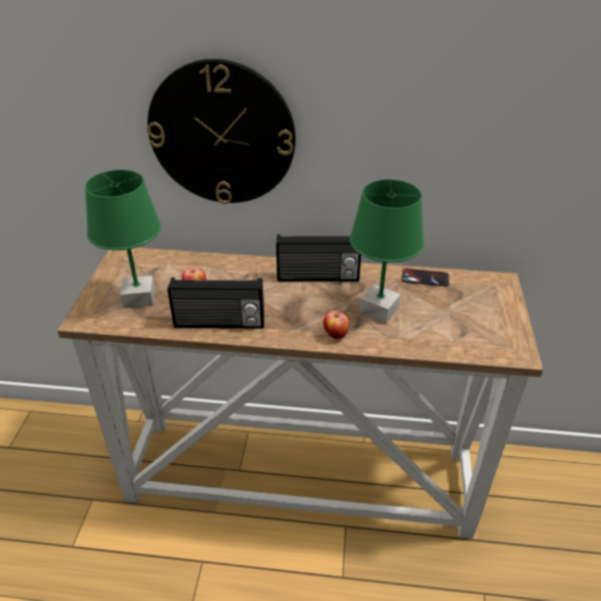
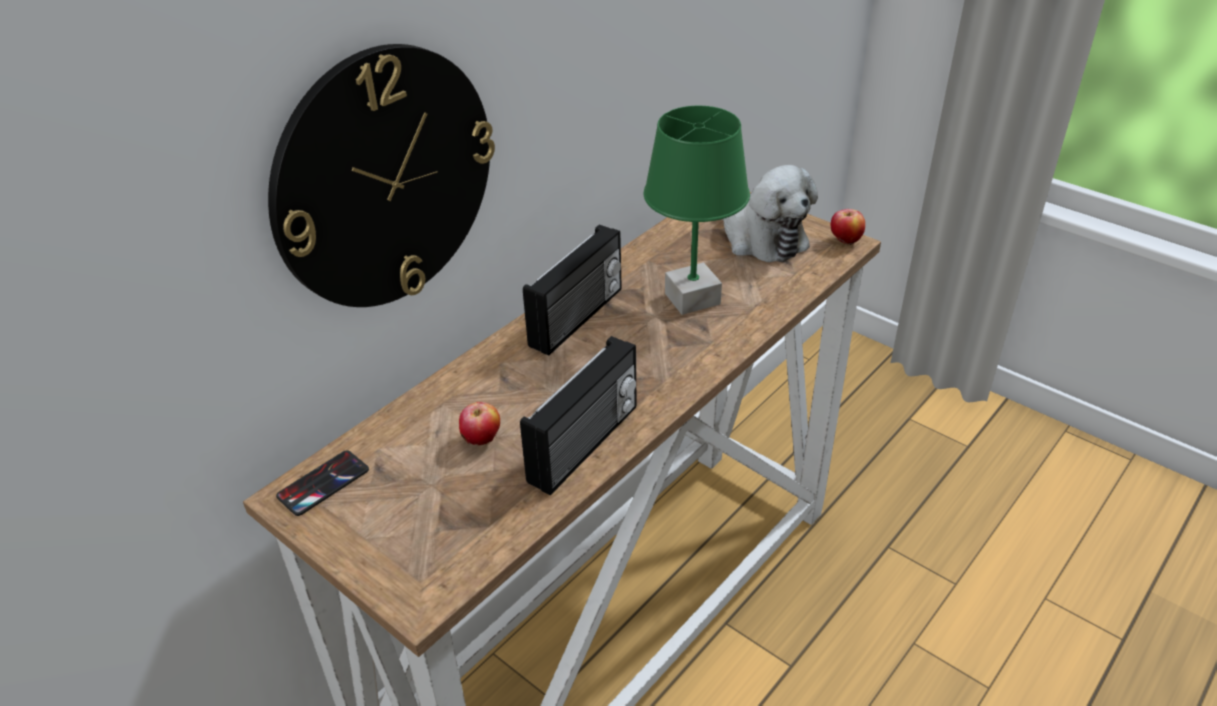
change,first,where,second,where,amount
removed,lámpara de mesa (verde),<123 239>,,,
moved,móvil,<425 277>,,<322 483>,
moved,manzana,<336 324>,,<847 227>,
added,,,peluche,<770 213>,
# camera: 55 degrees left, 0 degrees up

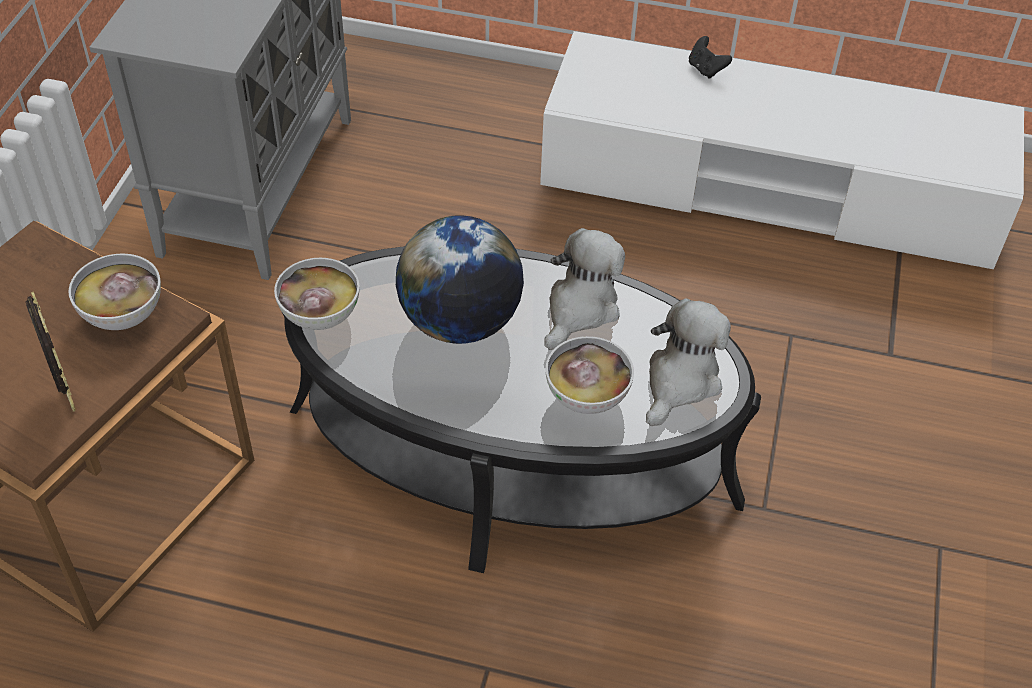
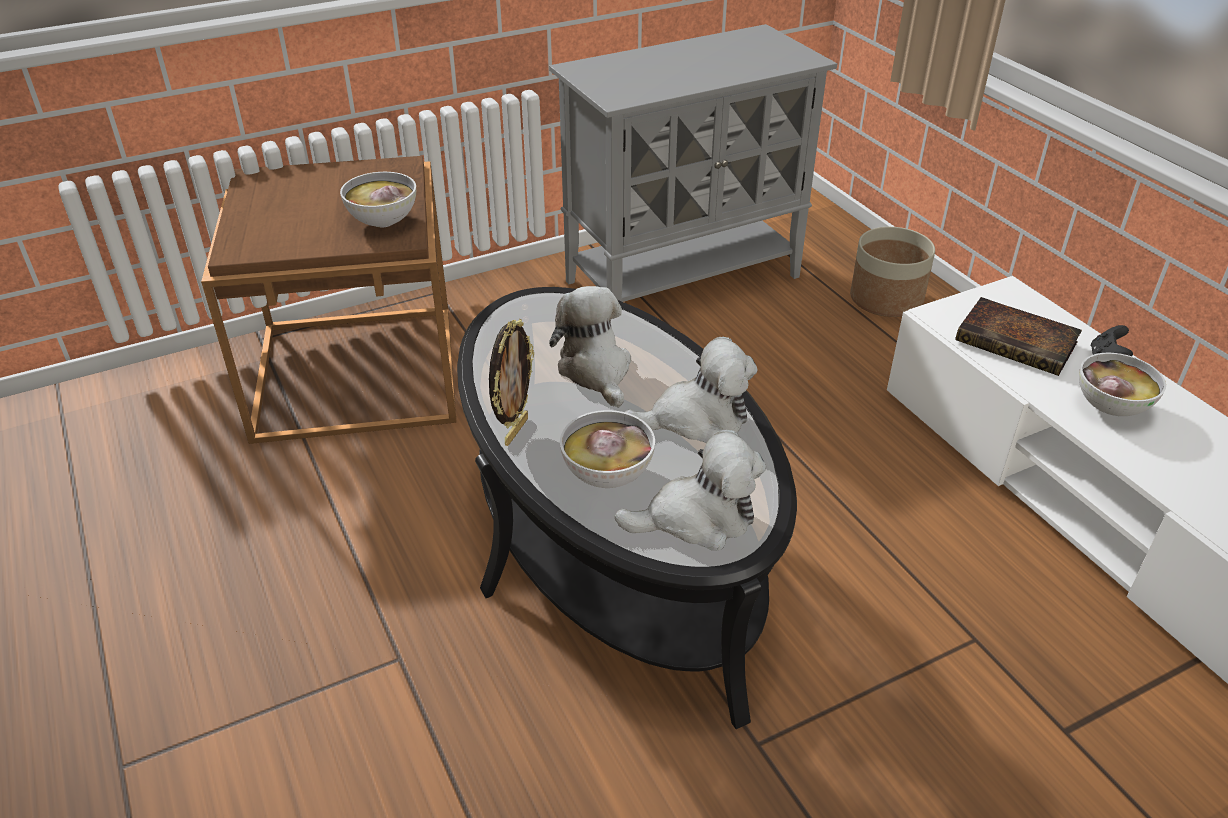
change,first,where,second,where,amount
replaced,globo terráqueo,<460 280>,peluche,<590 347>,
moved,cuenco,<316 294>,,<1122 384>,
moved,portarretratos,<50 351>,,<511 382>,
added,,,maceta,<892 272>,
added,,,libro,<1018 336>,
# camera: 50 degrees right, 10 degrees down

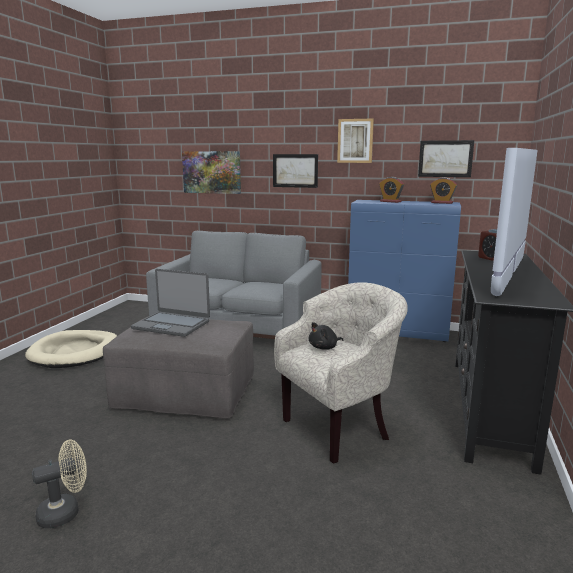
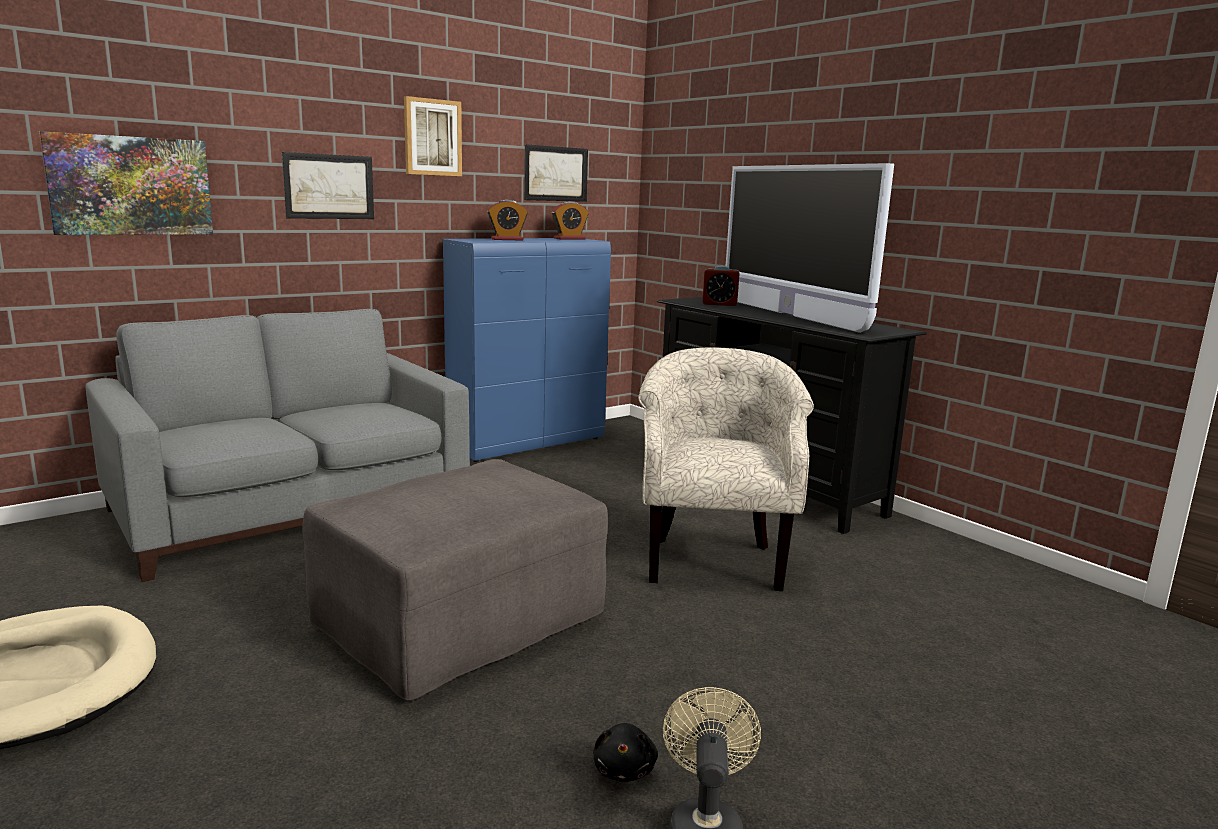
change,first,where,second,where,amount
removed,portátil,<170 303>,,,
moved,peluche (negro),<326 336>,,<625 752>,
# camera: 55 degrees left, 0 degrees up

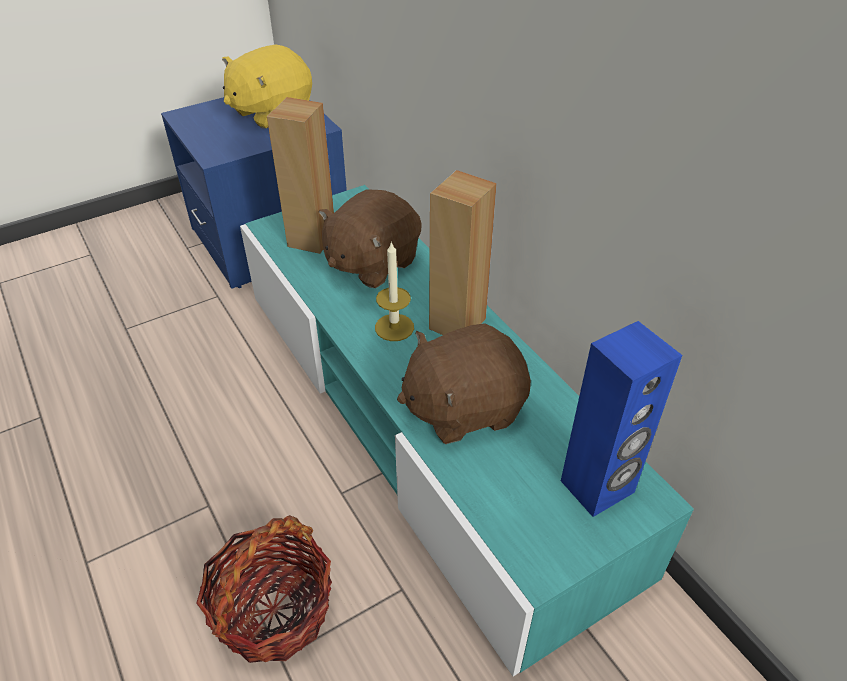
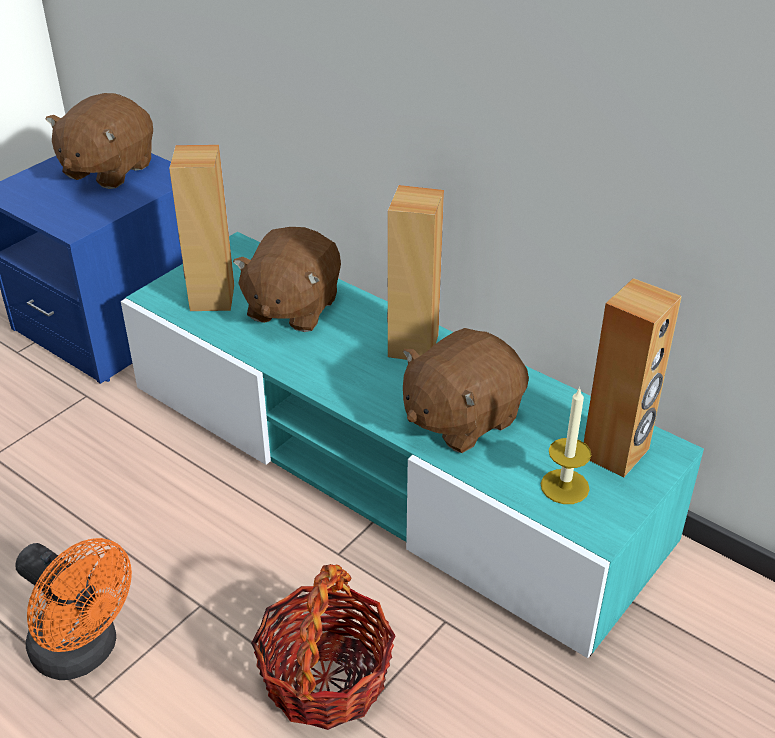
change,first,where,second,where,amount
recoloured,peluche (amarillo),<267 86>,peluche (marrón),<99 141>,
moved,vela,<394 291>,,<566 445>,
recoloured,altavoz (azul),<621 419>,altavoz (marrón),<633 378>,
added,,,ventilador (naranja),<73 609>,
# camera: 20 degrees left, 5 degrees down

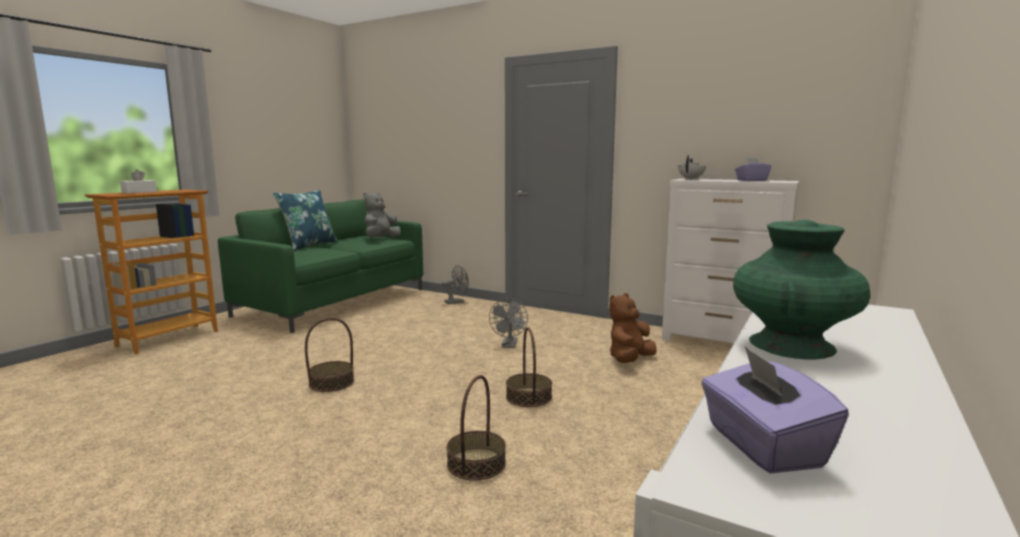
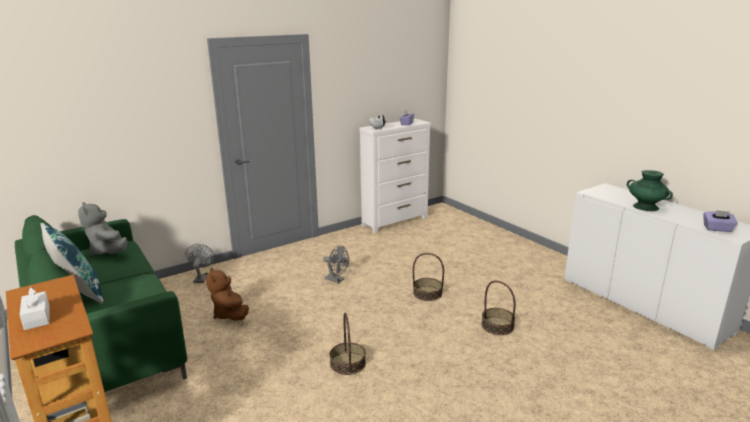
change,first,where,second,where,amount
moved,peluche (marrón),<633 328>,,<227 294>,
# camera: 65 degrees left, 10 degrees up

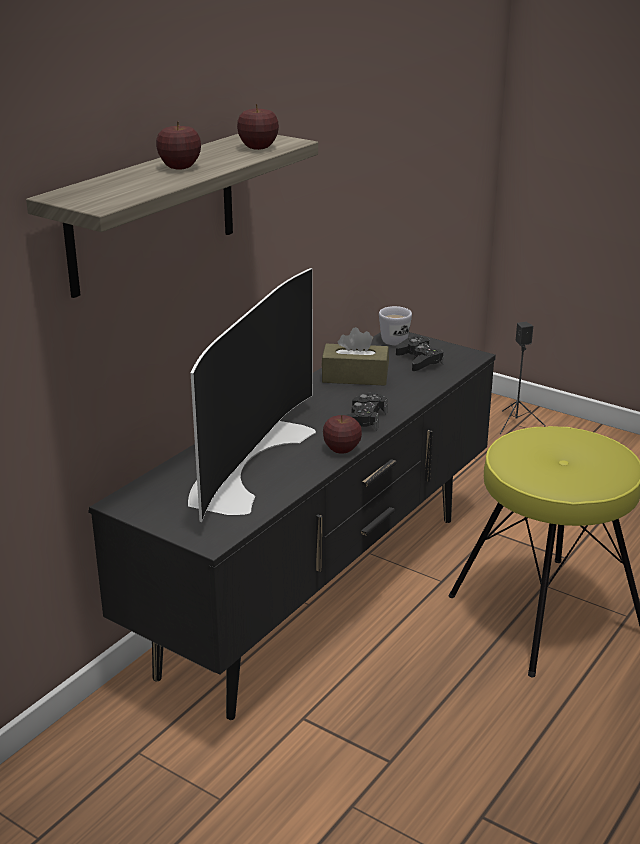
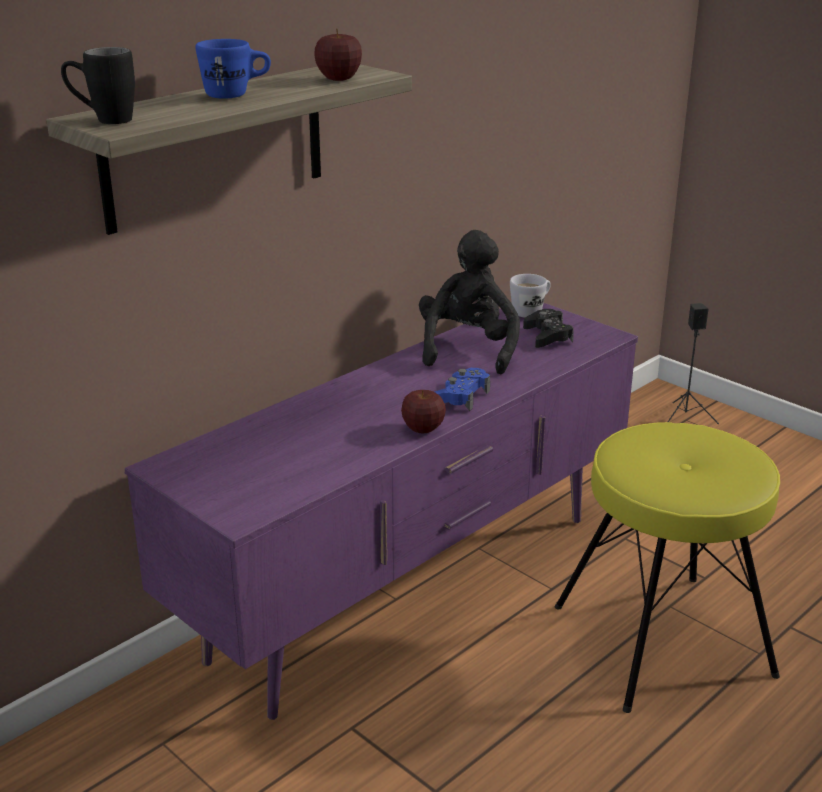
change,first,where,second,where,amount
replaced,manzana,<178 145>,taza grande (azul),<233 69>,
removed,televisor,<252 395>,,,
replaced,caja de pañuelos (marrón),<355 356>,peluche (negro),<469 302>,
recoloured,mueble de televisión (negro),<292 526>,mueble de televisión (morado),<381 511>,
recoloured,mando de consola (negro),<367 412>,mando de consola (azul),<462 389>,
added,,,taza grande (negro),<98 85>,
# camera: 10 degrees right, 0 degrees up

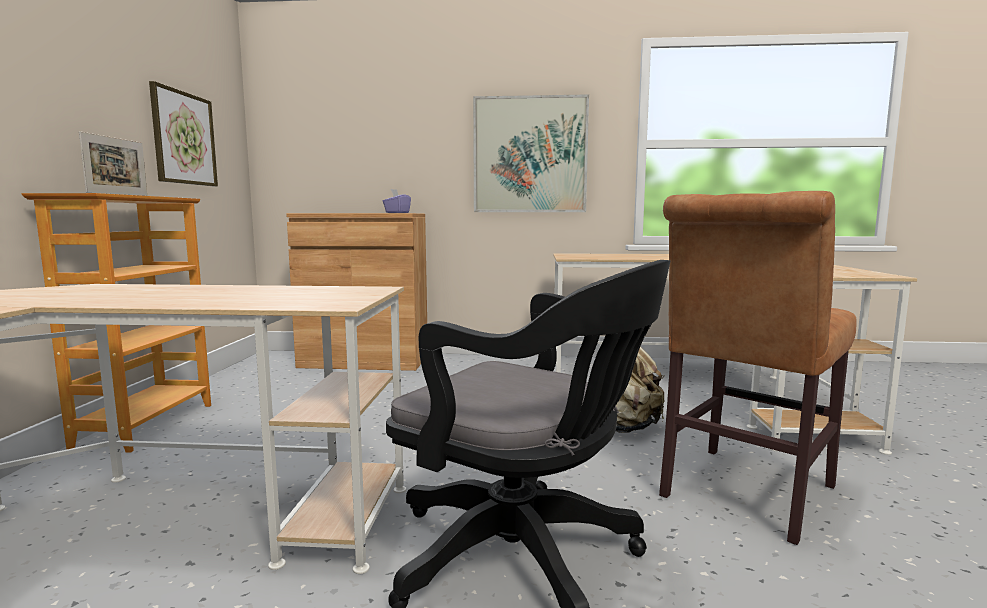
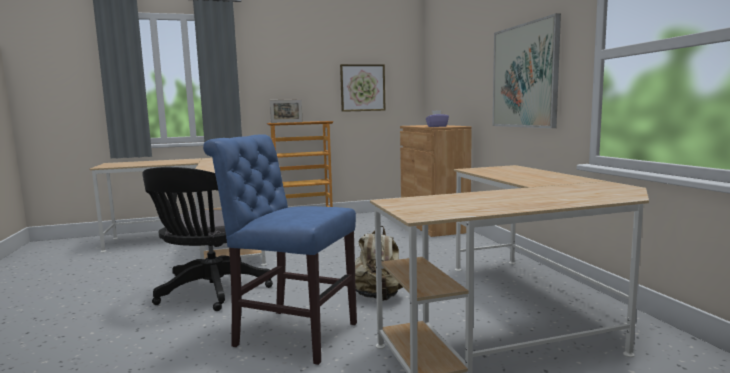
change,first,where,second,where,amount
recoloured,silla (marrón),<757 368>,silla (azul),<280 249>,
# camera: 70 degrees right, 0 degrees up

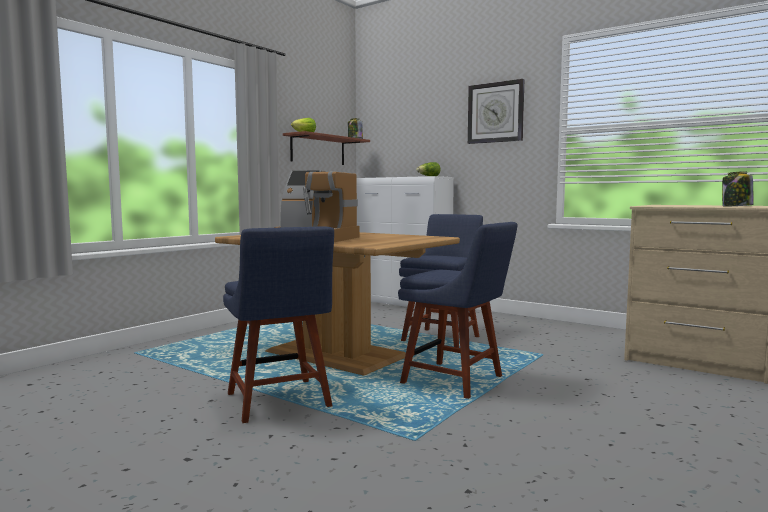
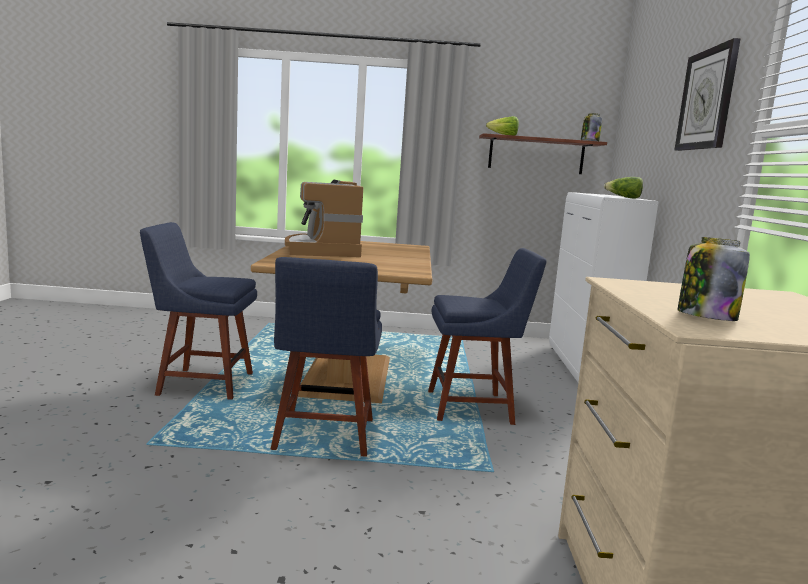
change,first,where,second,where,amount
turned,silla (azul),<278 325>,,<198 311>,60 degrees clockwise
# camera: 55 degrees right, 5 degrees up

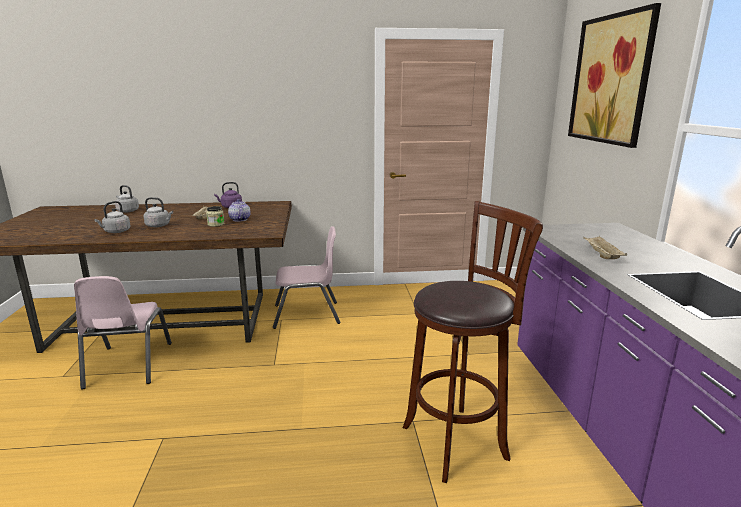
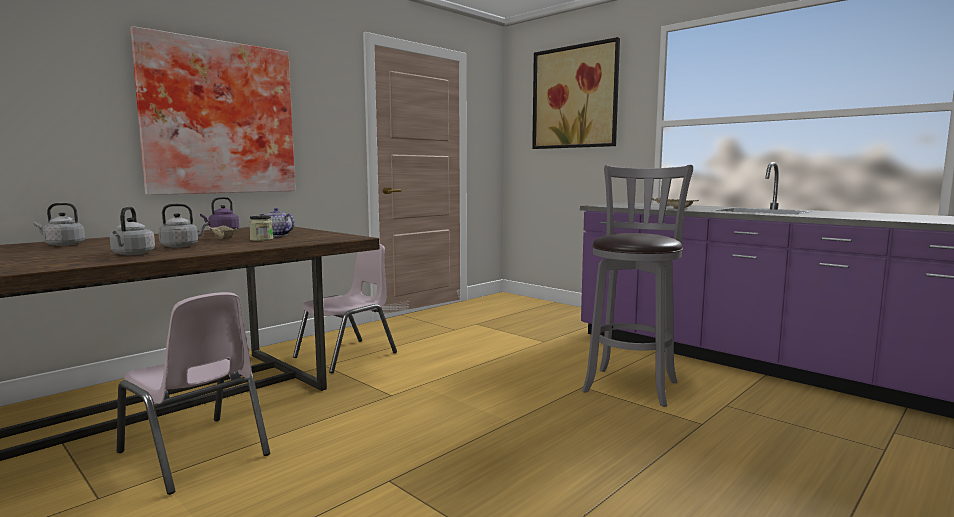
change,first,where,second,where,amount
recoloured,taburete (marrón),<472 342>,taburete (gris),<637 286>,
added,,,cuadro,<212 110>,
# camera: 40 degrees left, 10 degrees down

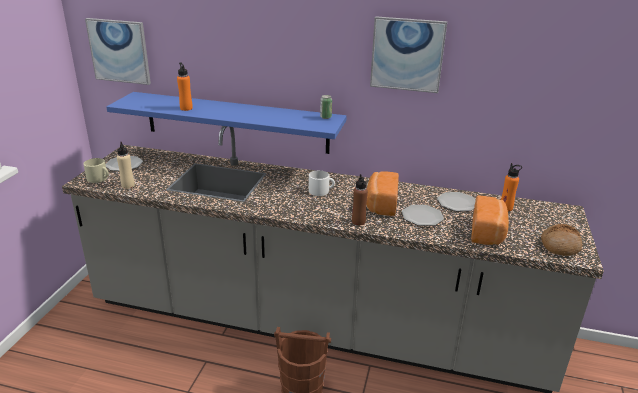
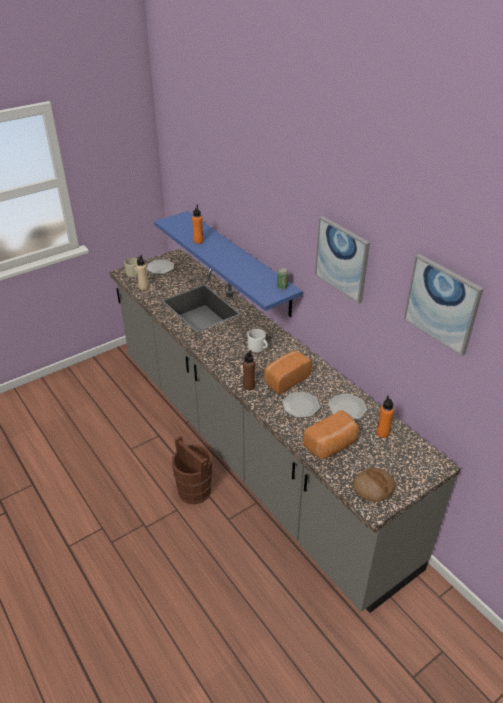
change,first,where,second,where,amount
moved,cuadro,<118 51>,,<444 305>,
# camera: 40 degrees right, 10 degrees up

